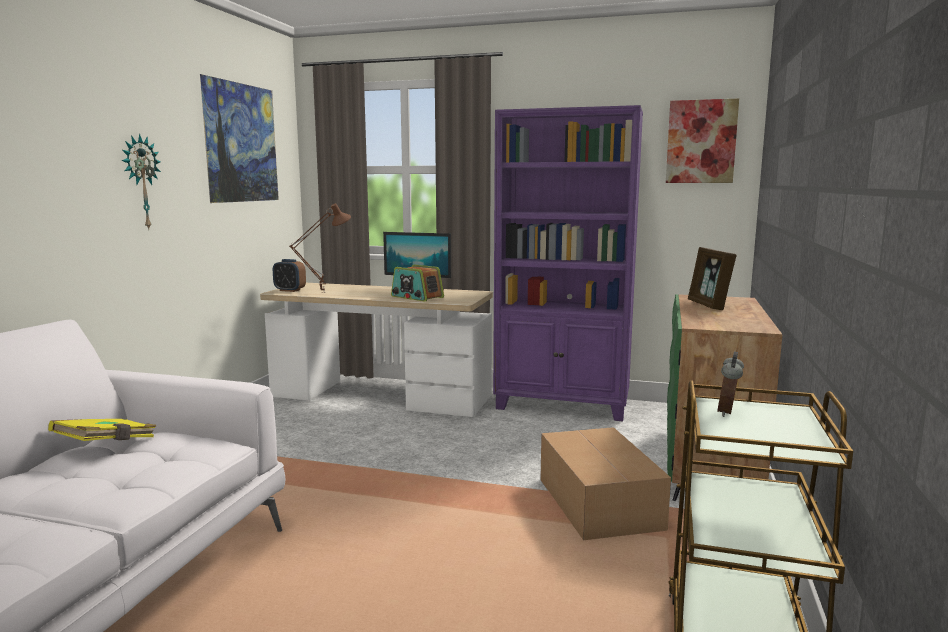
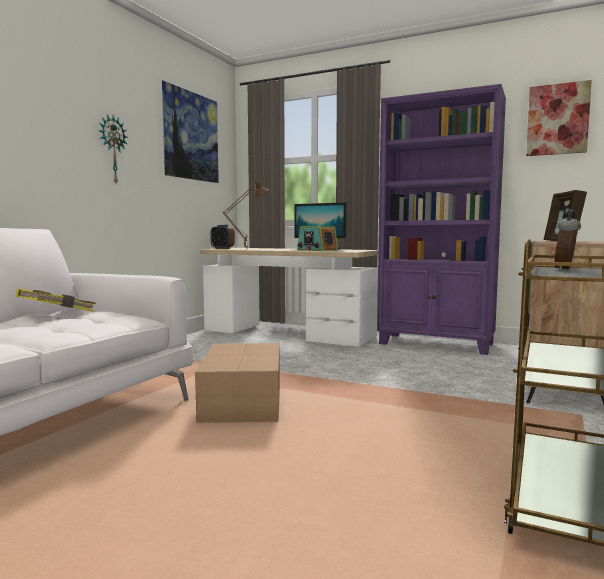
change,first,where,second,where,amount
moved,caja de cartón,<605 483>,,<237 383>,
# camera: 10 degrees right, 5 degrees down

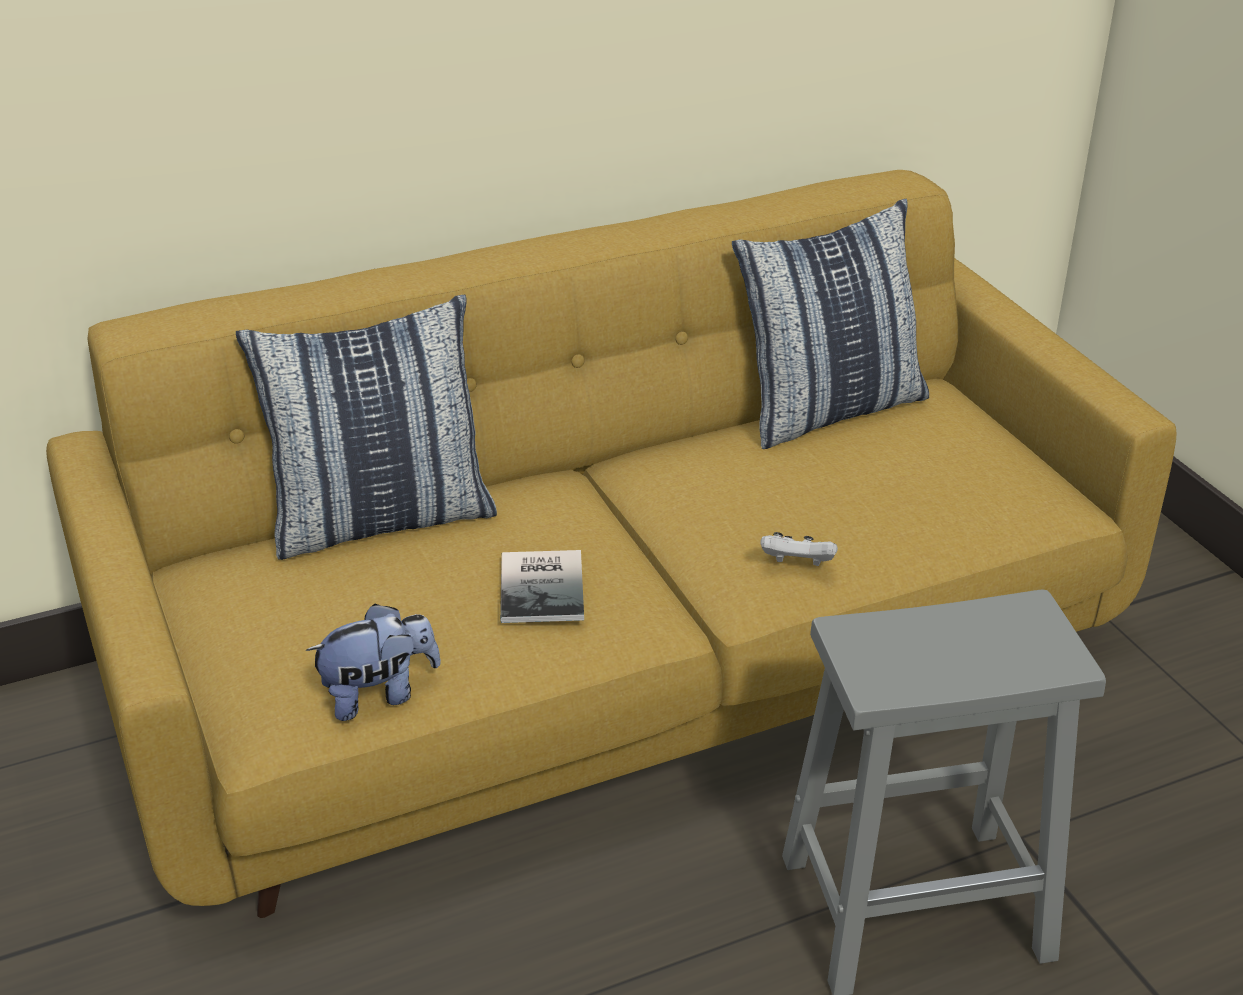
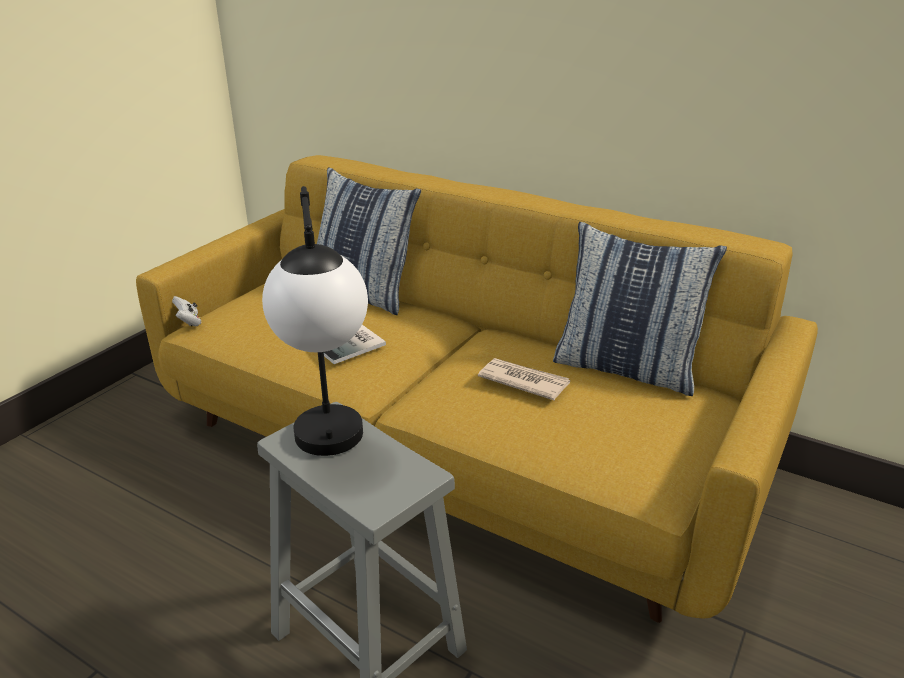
change,first,where,second,where,amount
moved,mando de consola (blanco),<799 549>,,<187 311>,
removed,peluche,<373 662>,,,
added,,,lámpara de mesa,<315 321>,
added,,,periódico,<524 379>,
# camera: 55 degrees right, 5 degrees down

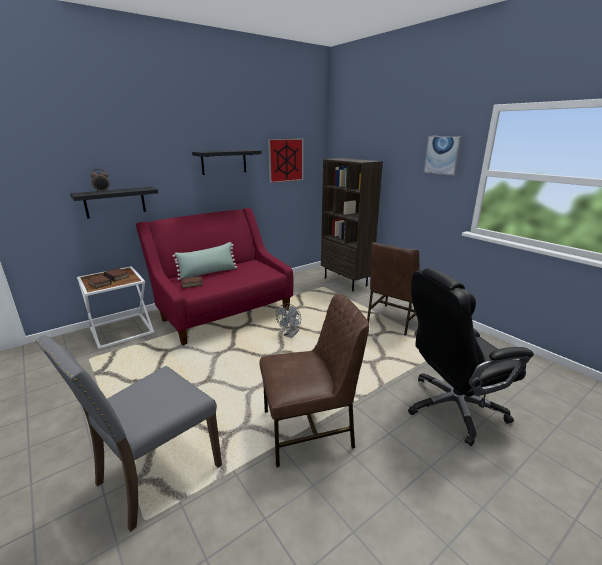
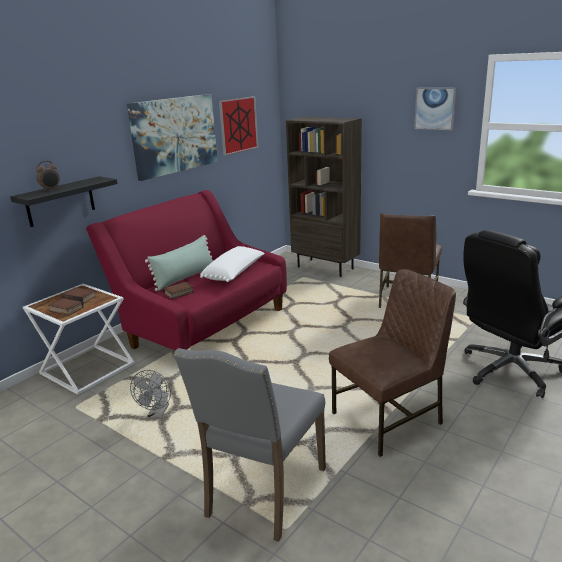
change,first,where,second,where,amount
replaced,estante (negro),<227 162>,cuadro,<172 137>,
moved,ventilador (gris),<288 320>,,<150 394>,
added,,,cojín (blanco),<232 264>,
# camera: 15 degrees left, 0 degrees up

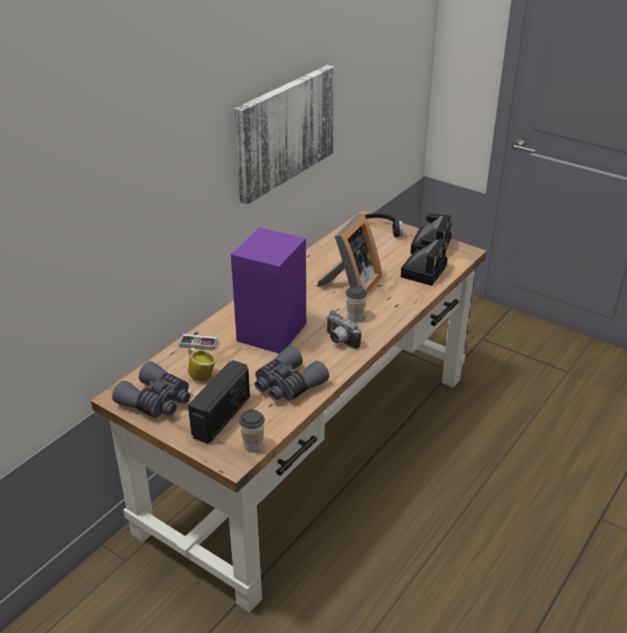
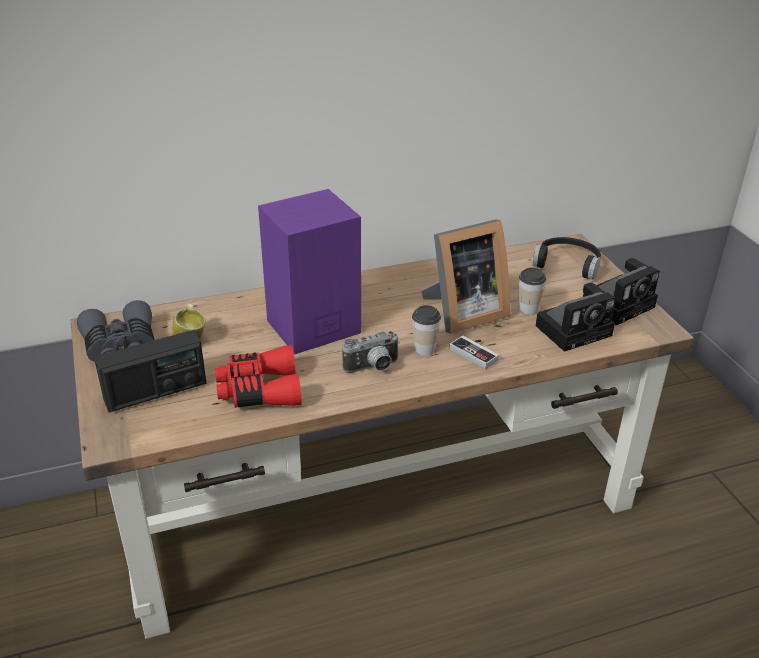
change,first,where,second,where,amount
removed,cuadro,<285 134>,,,
turned,cámara,<344 329>,,<371 352>,105 degrees counterclockwise
moved,mando de consola,<198 341>,,<474 352>,
recoloured,prismáticos (gris),<292 373>,prismáticos (rojo),<258 376>,
moved,taza,<252 431>,,<532 291>,
# camera: 35 degrees right, 0 degrees up

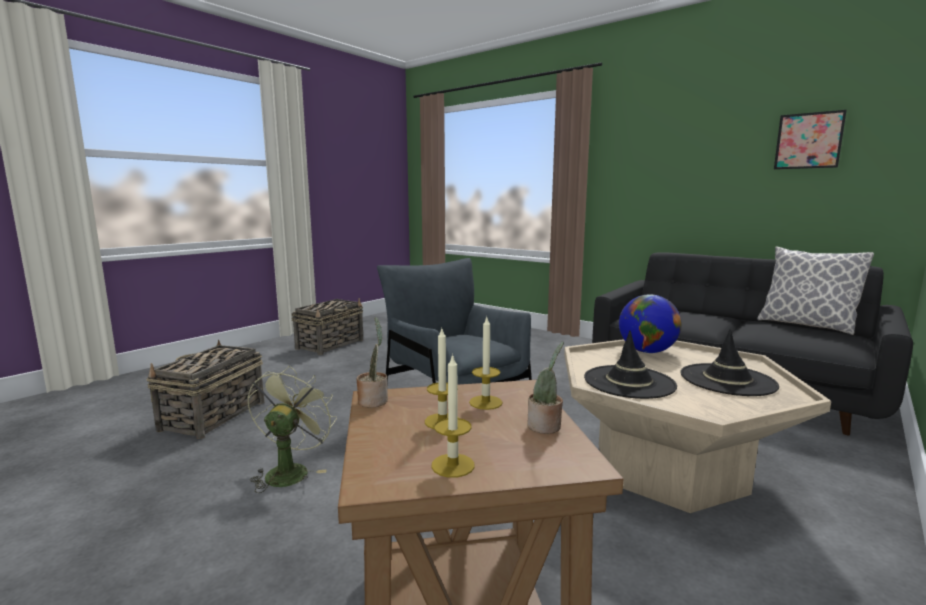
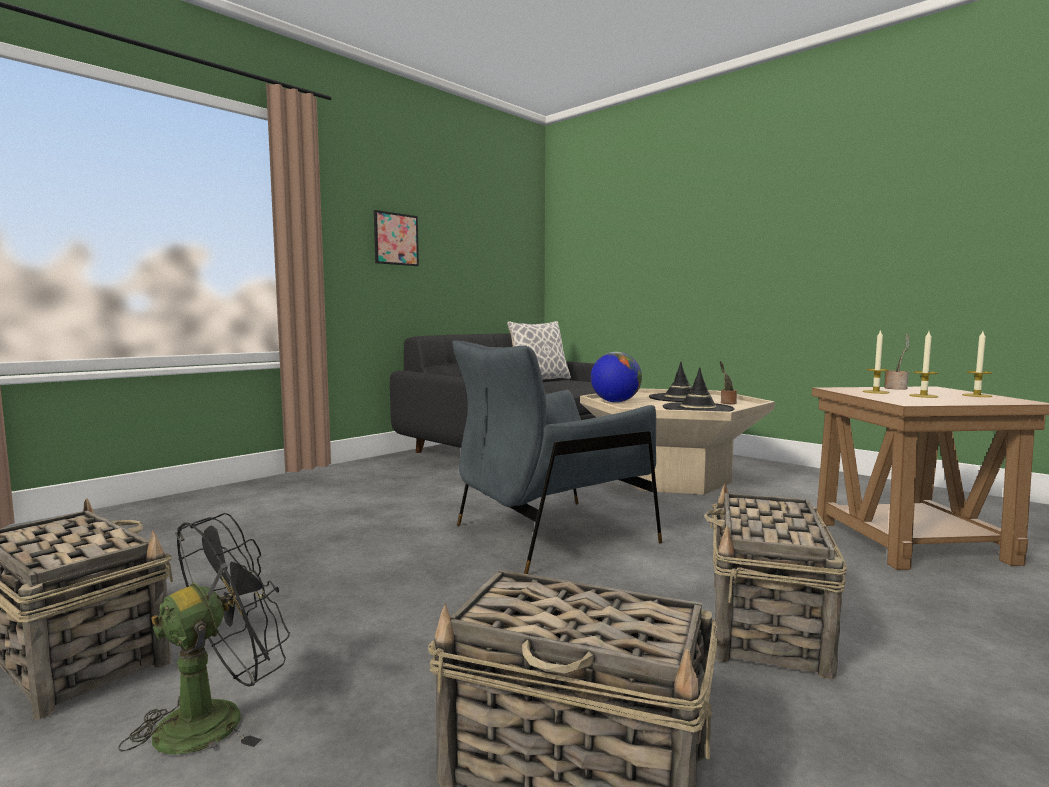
change,first,where,second,where,amount
moved,cuadro,<810 139>,,<396 238>,
moved,planta en maceta,<372 362>,,<728 382>,
replaced,ventilador (verde),<292 429>,cesta,<775 581>,
added,,,ventilador (negro),<204 633>,
# camera: 85 degrees left, 5 degrees down

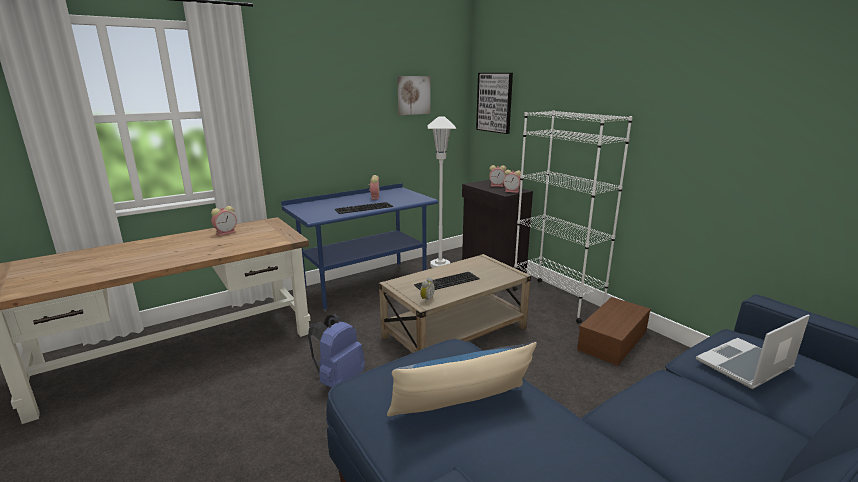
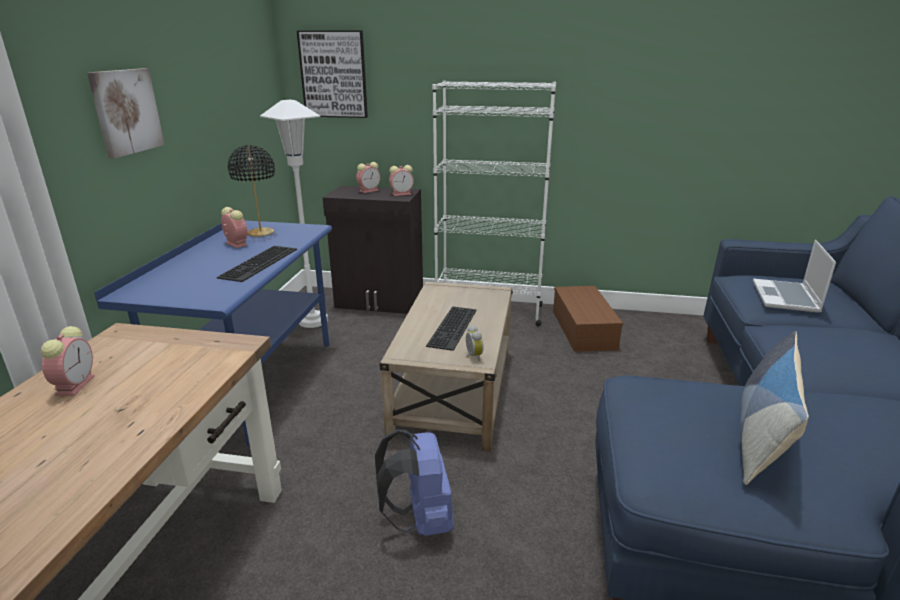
change,first,where,second,where,amount
moved,cuadro,<413 95>,,<126 113>,
added,,,lámpara de mesa (negro),<251 191>,
# camera: 45 degrees left, 5 degrees up

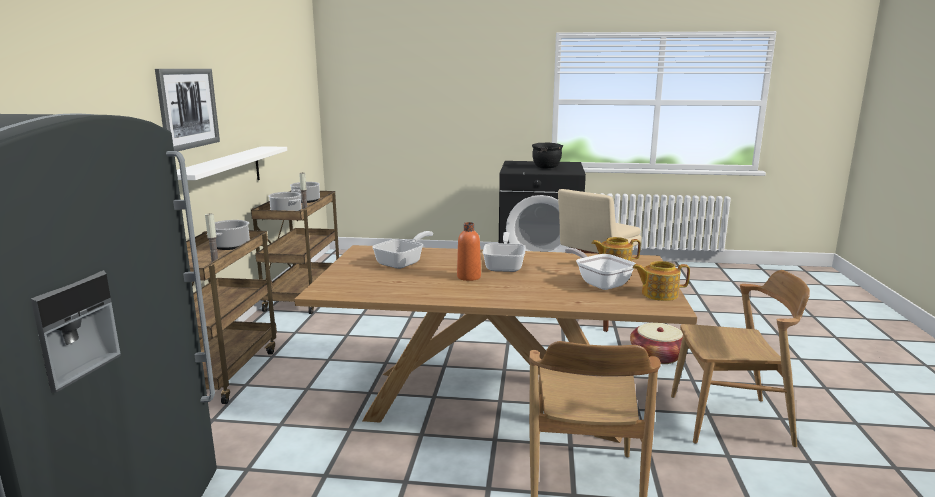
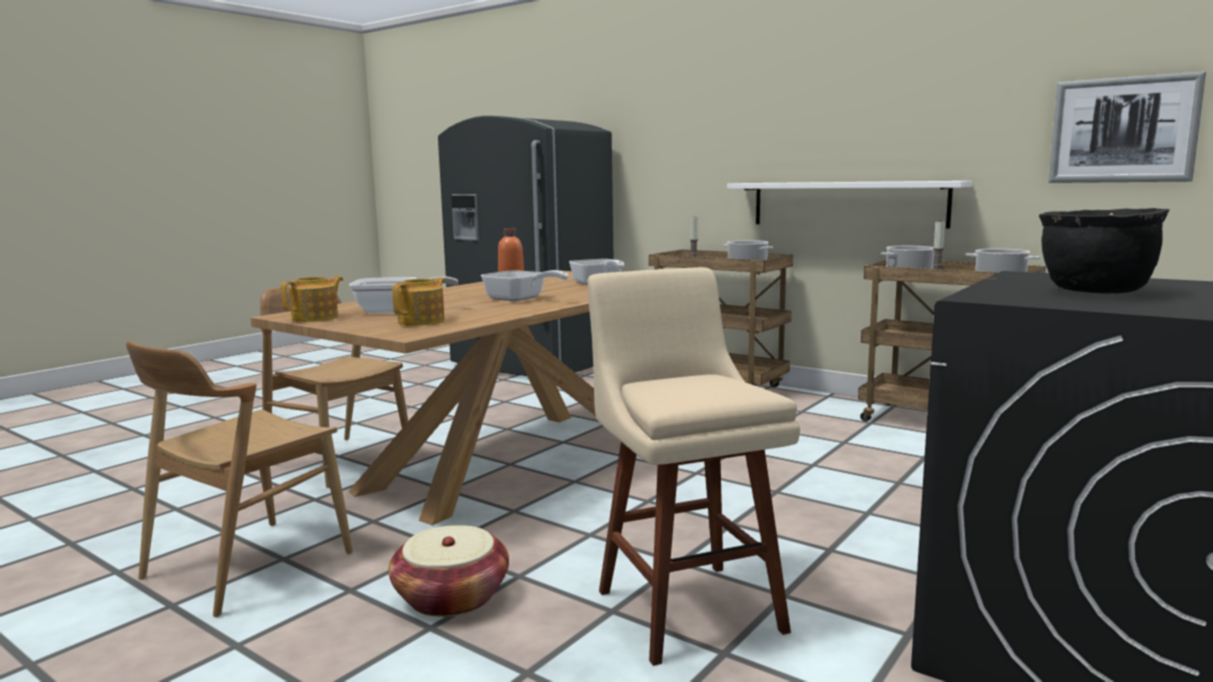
change,first,where,second,where,amount
moved,cuadro,<187 110>,,<1127 127>,
# camera: 120 degrees right, 5 degrees down

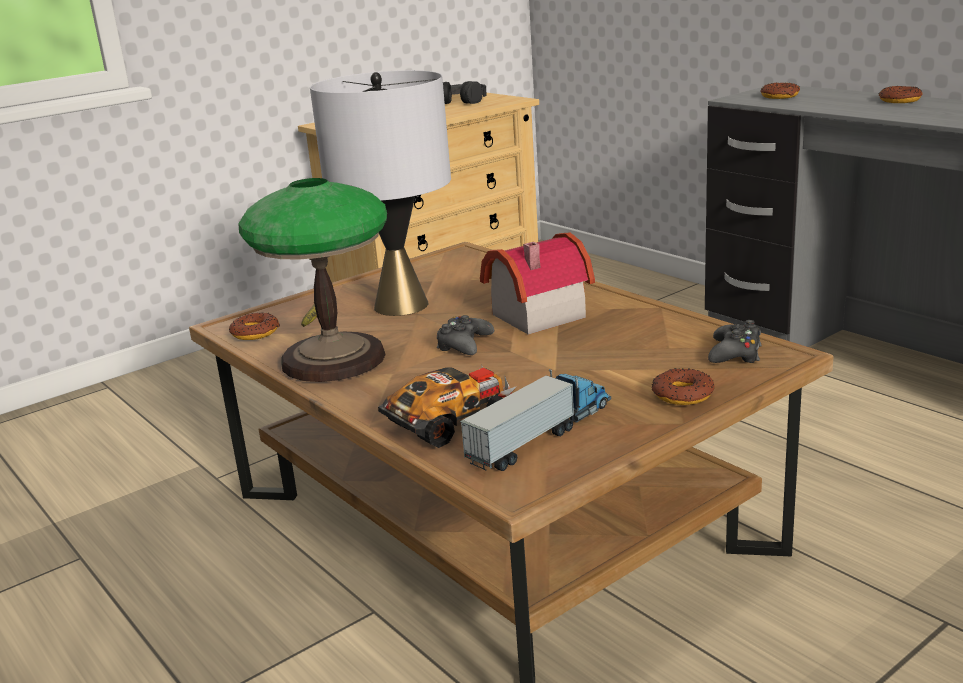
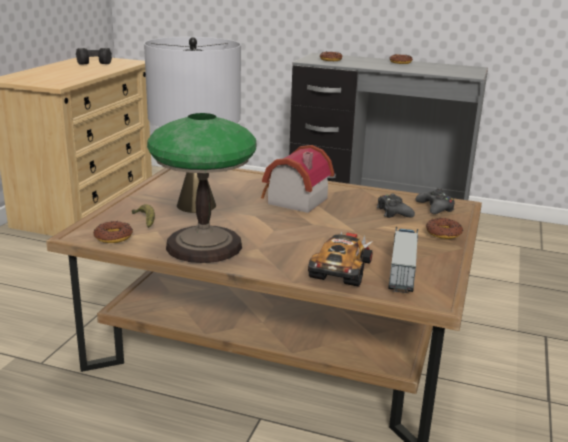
change,first,where,second,where,amount
moved,mando de consola (negro),<465 335>,,<395 206>,
# camera: 35 degrees left, 0 degrees up

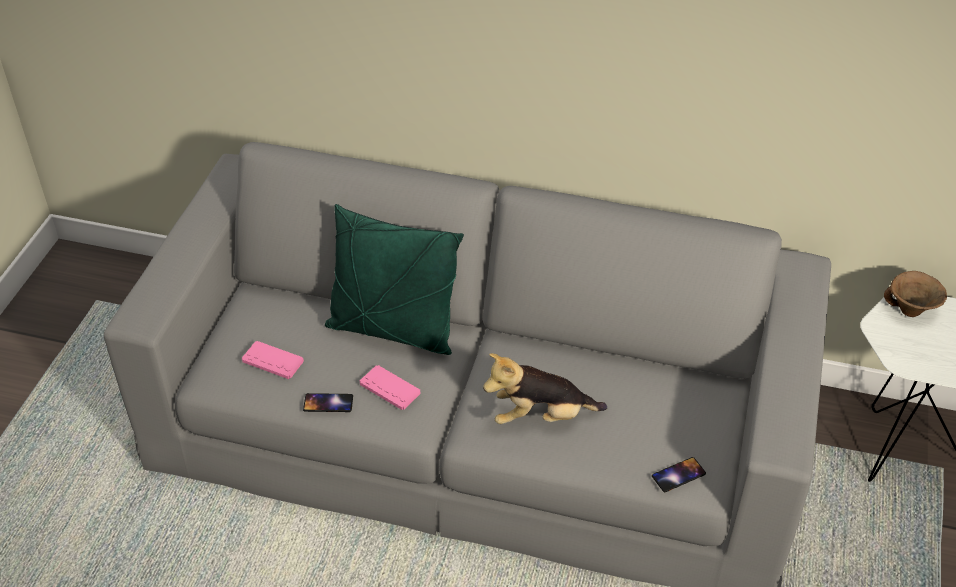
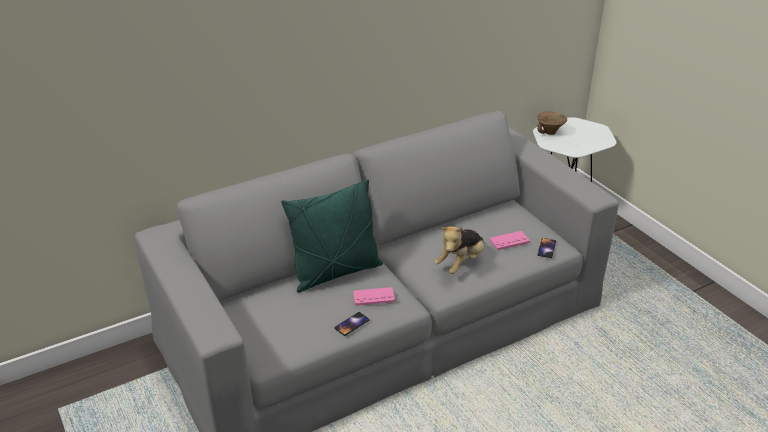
change,first,where,second,where,amount
moved,mando de consola (rosa),<273 360>,,<510 240>,
# camera: 45 degrees left, 10 degrees down

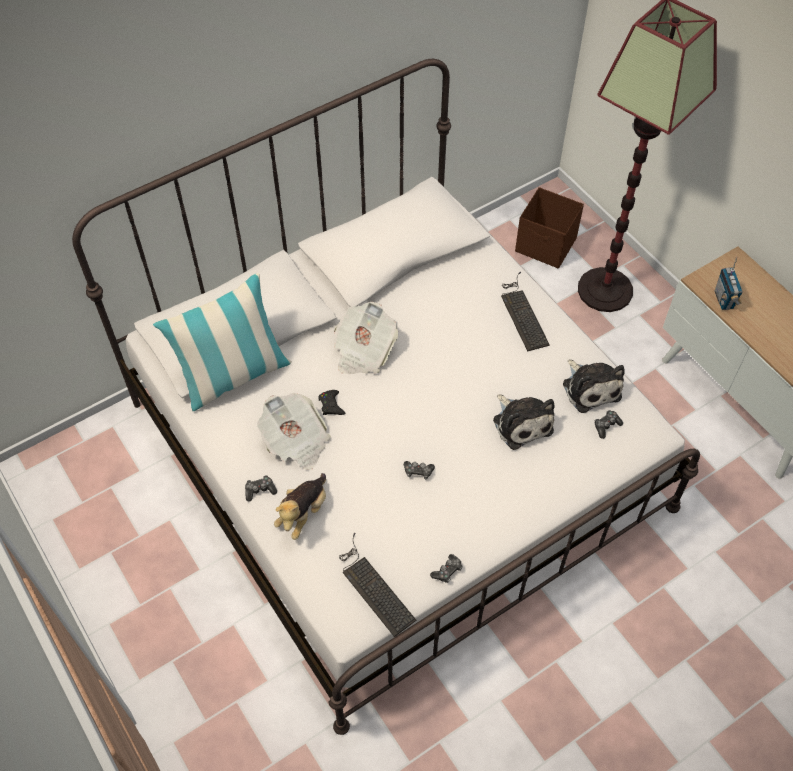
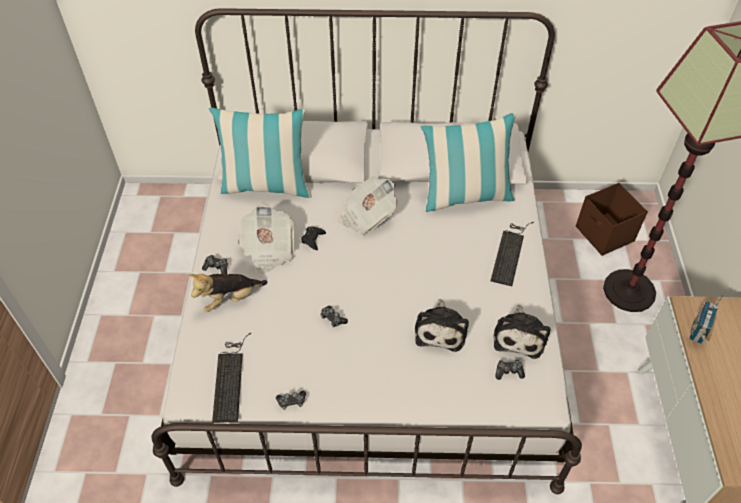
change,first,where,second,where,amount
added,,,cojín,<468 162>,
# camera: 35 degrees right, 5 degrees down

